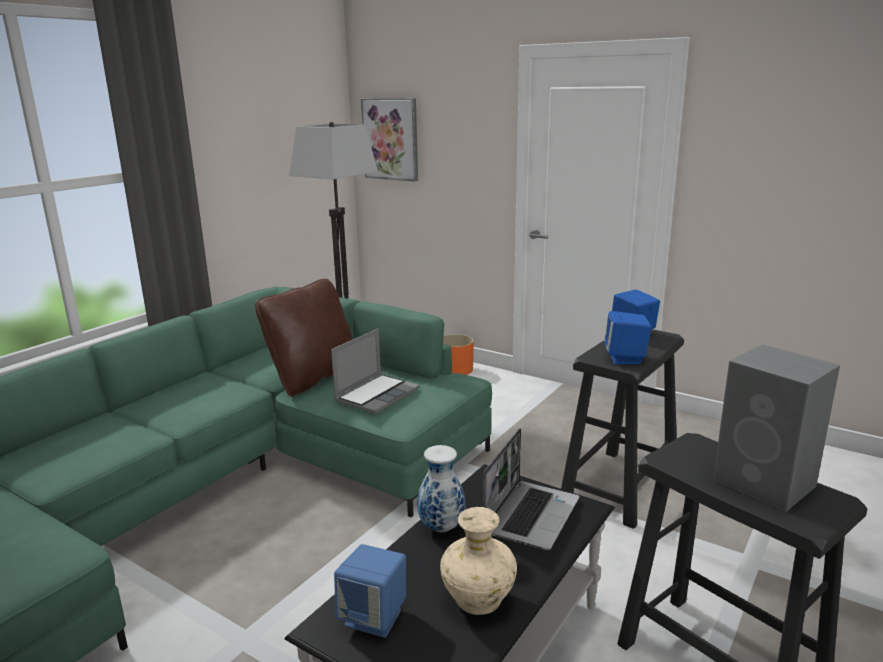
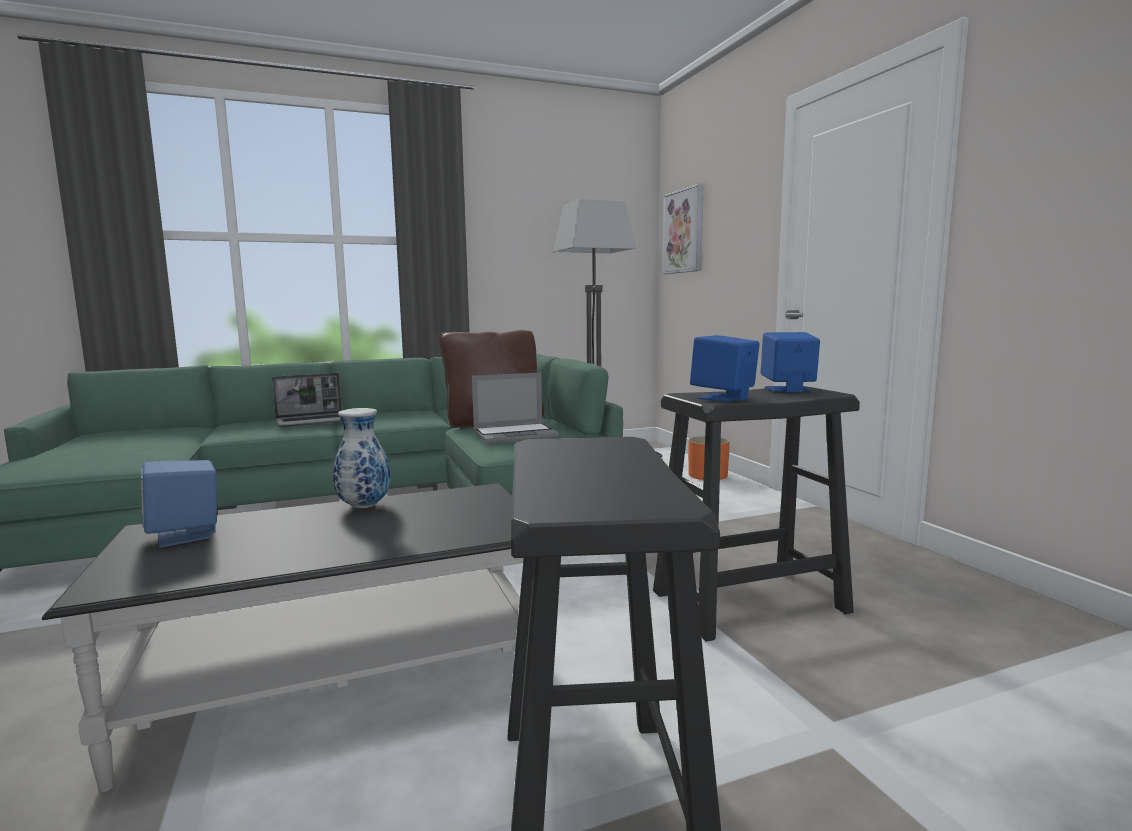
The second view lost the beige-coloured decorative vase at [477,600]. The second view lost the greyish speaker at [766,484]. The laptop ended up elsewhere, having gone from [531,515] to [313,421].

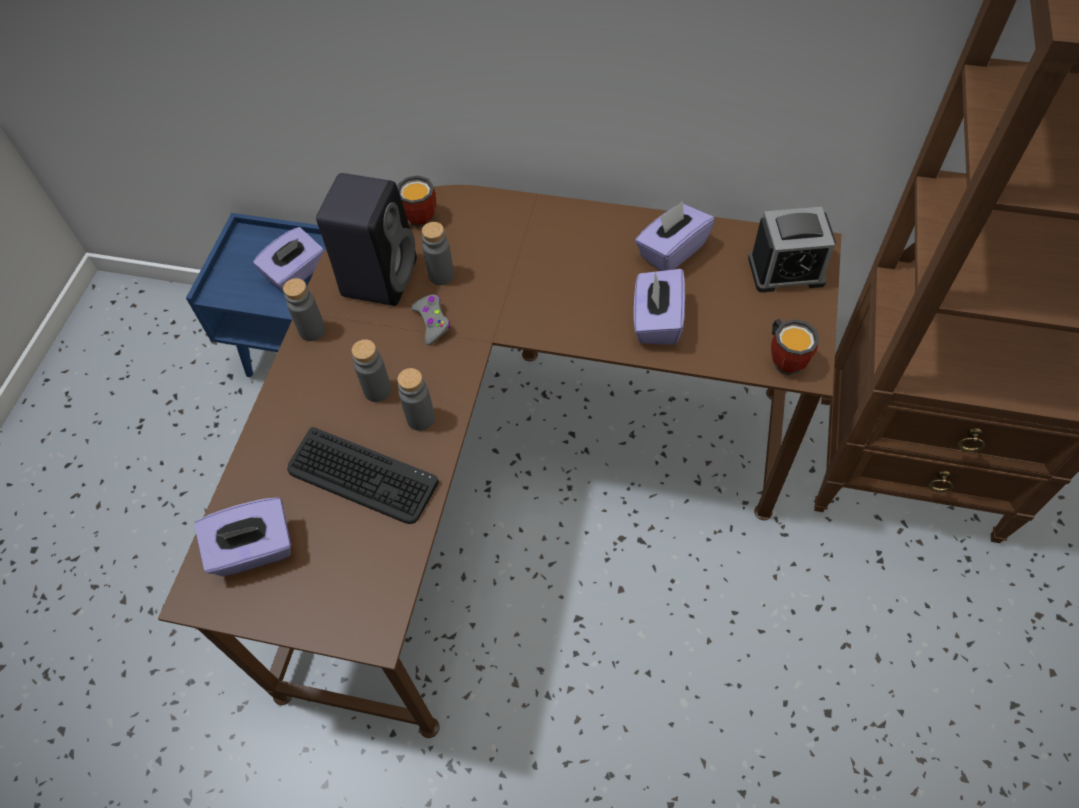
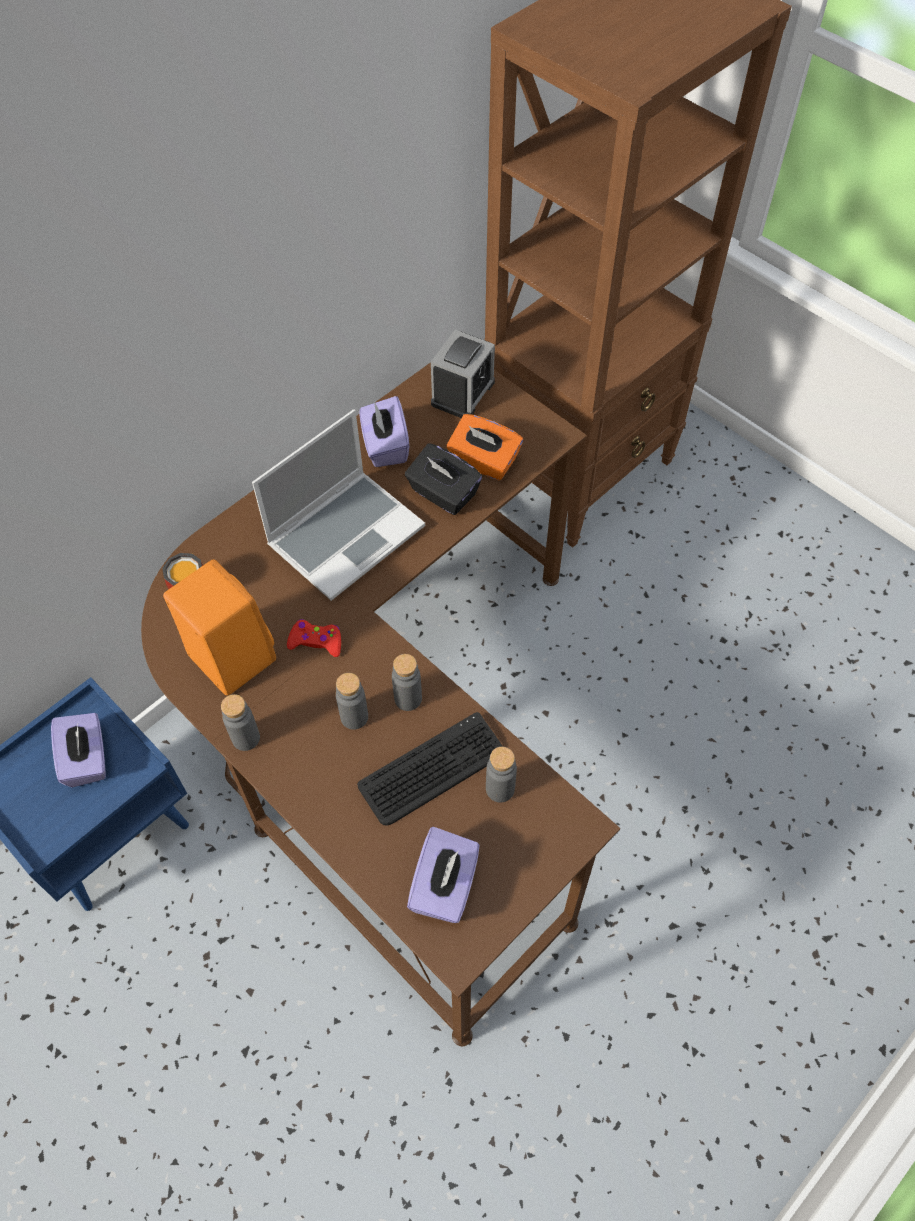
The second view lost the coffee mug at [786,358]. The second view gained the laptop at [346,534]. The second view gained the orangey box of tissues at [483,462]. The greyish beverage bottle ended up elsewhere, having gone from [441,275] to [500,789]. What was the black speaker at [379,275] turned into the orangey speaker at [229,656]. What was the greyish joypad at [432,322] turned into the reddish joypad at [316,641]. What was the purplish box of tissues at [656,321] turned into the black box of tissues at [443,494].

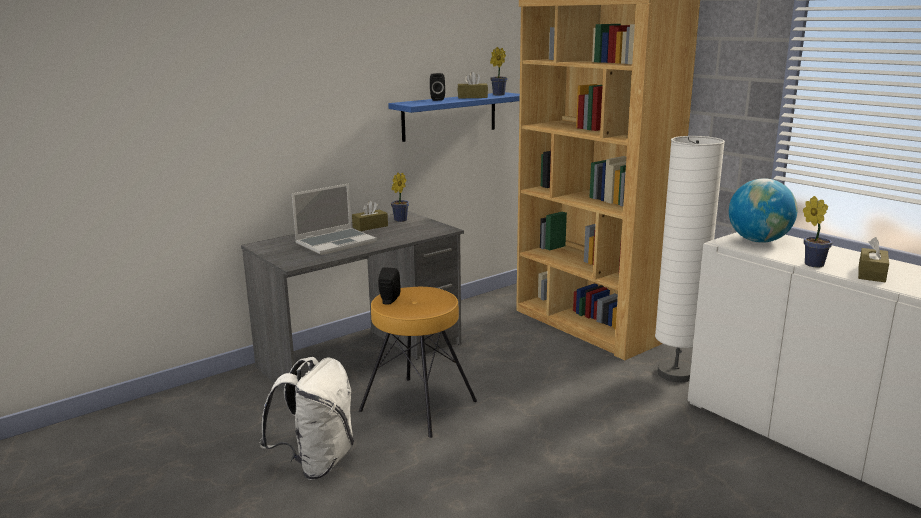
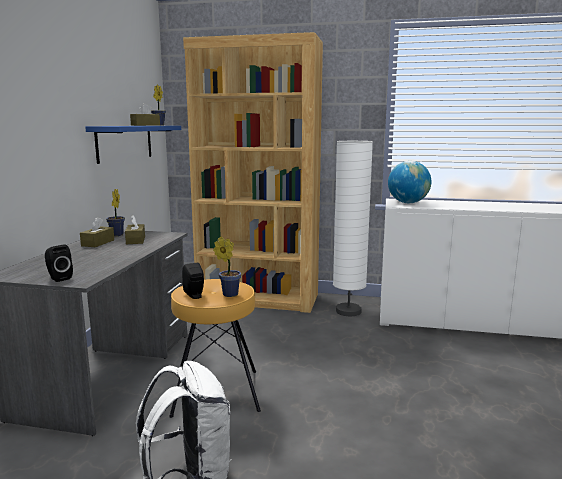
The second view lost the laptop at [336,242]. The black speaker ended up elsewhere, having gone from [437,99] to [58,278]. The plant in a pot ended up elsewhere, having gone from [812,264] to [228,294]. The brown box of tissues ended up elsewhere, having gone from [871,273] to [135,240].

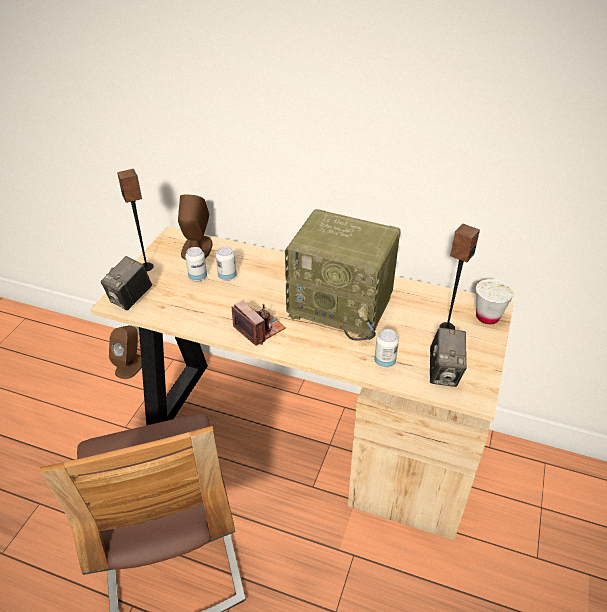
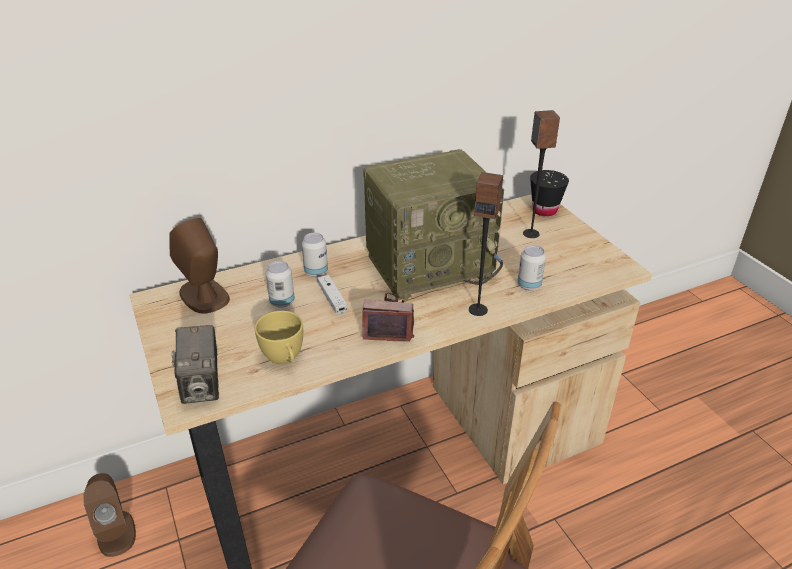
The second view lost the still camera at [444,373]. The second view gained the yellow-coloured cup at [284,359]. The second view gained the white joypad at [332,299]. The speaker ended up elsewhere, having gone from [147,267] to [478,309]. The can ended up elsewhere, having gone from [198,277] to [316,272]. What was the white cup at [487,317] turned into the black cup at [544,210].

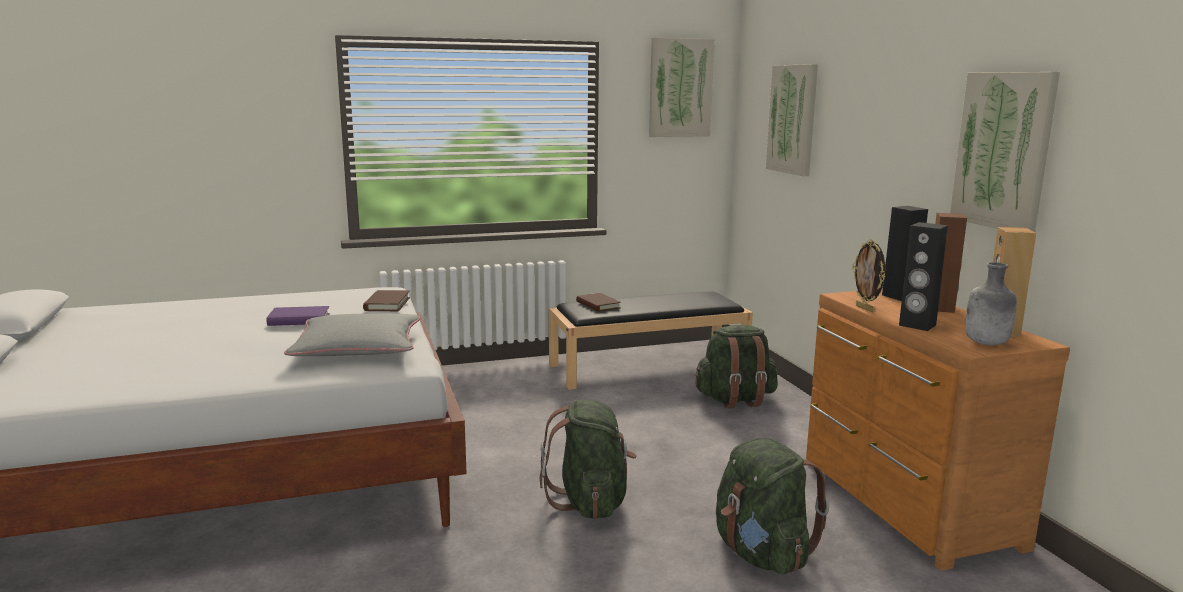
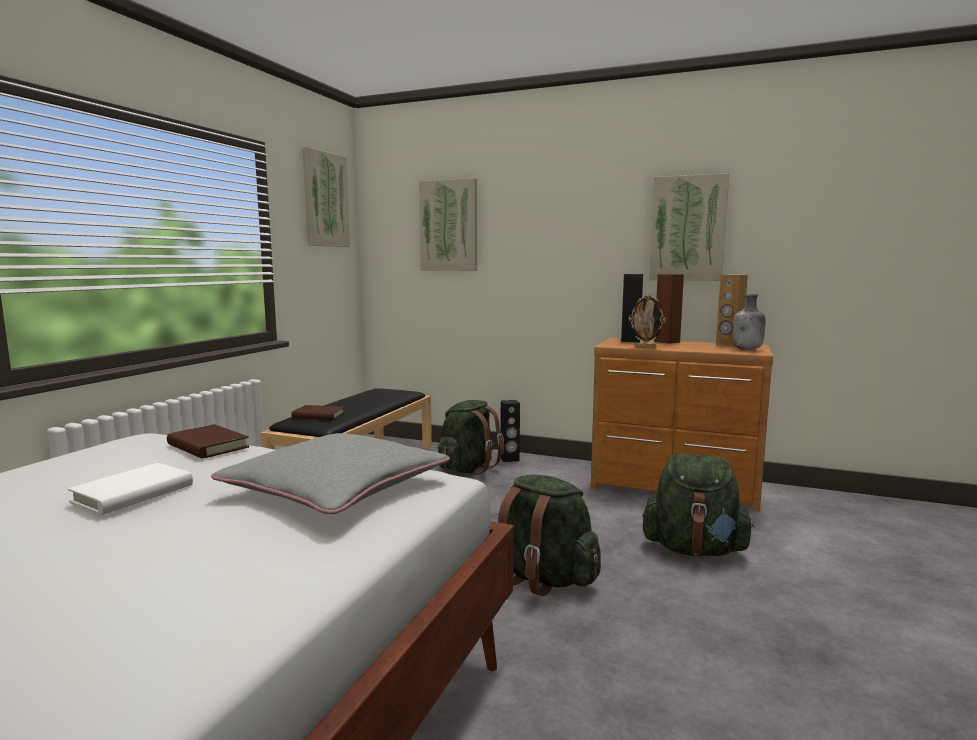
The black speaker ended up elsewhere, having gone from [917,325] to [509,459]. What was the purplish bound book at [299,320] turned into the white bound book at [133,494].

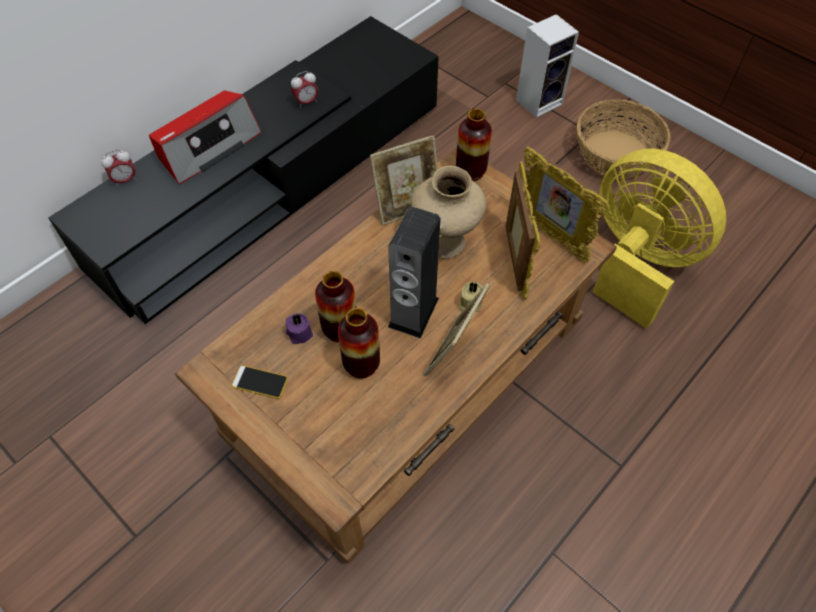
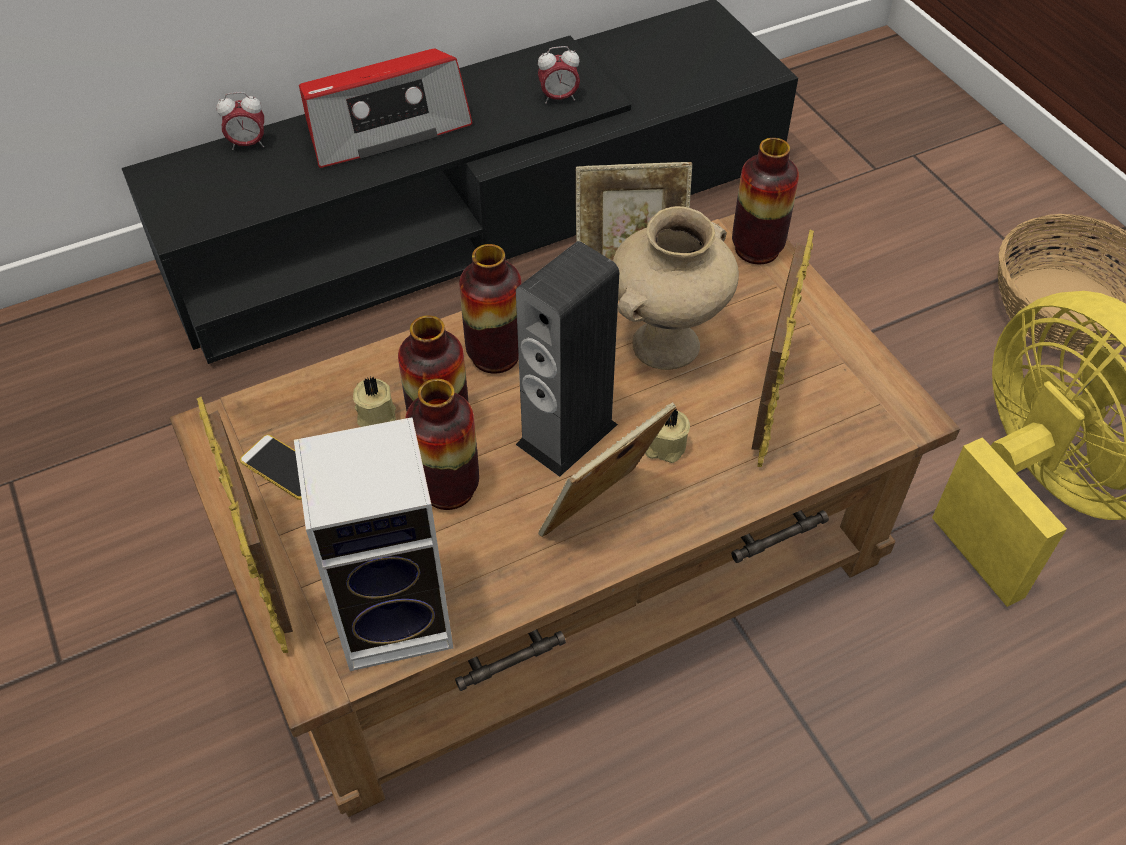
The second view gained the decorative vase at [495,355]. The speaker ended up elsewhere, having gone from [539,101] to [399,615]. The picture frame ended up elsewhere, having gone from [551,235] to [266,575]. What was the purplish wax candle at [299,333] turned into the beige-coloured wax candle at [375,414].

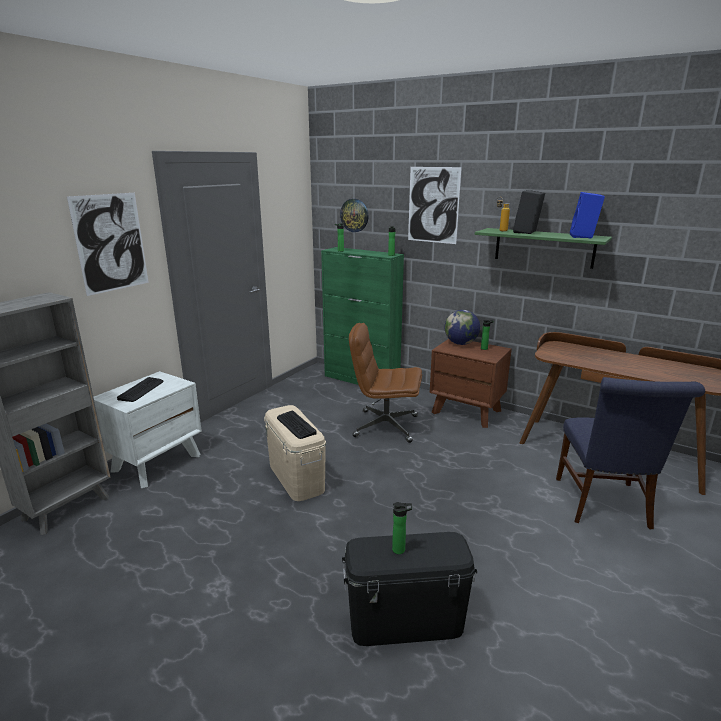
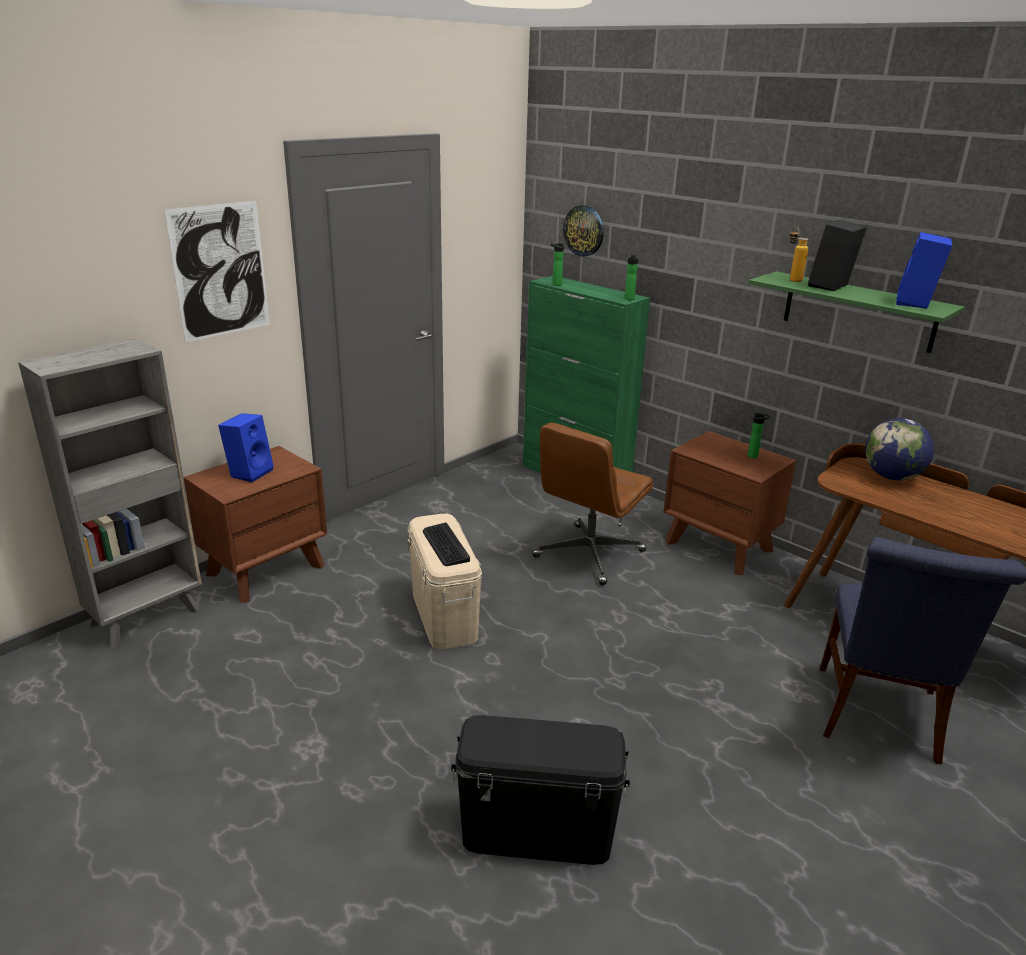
The second view lost the beverage bottle at [400,550]. The second view lost the picture at [433,205]. The globe ended up elsewhere, having gone from [461,343] to [891,477]. Where the computer keyboard stood at [141,390], the bluish speaker came to stand at [250,472]. What was the white nightstand at [157,462] turned into the brown nightstand at [266,569]. The brown computer chair at [385,426] ended up facing another way, 75 degrees counterclockwise from before.

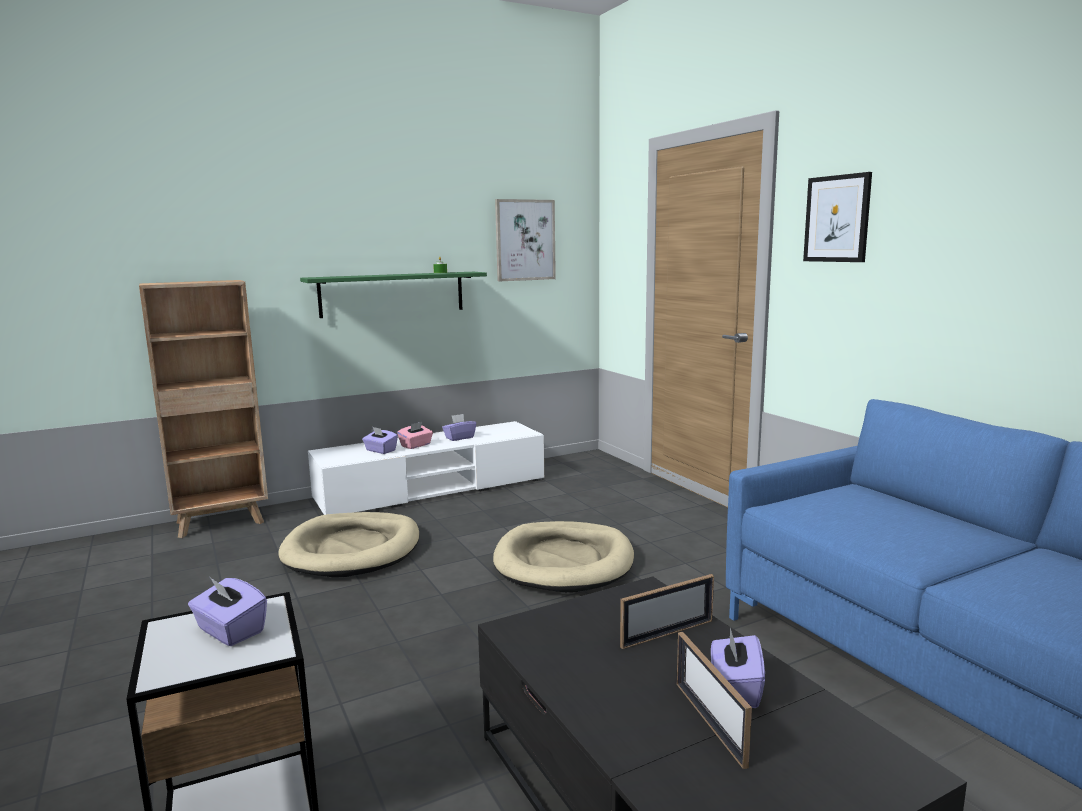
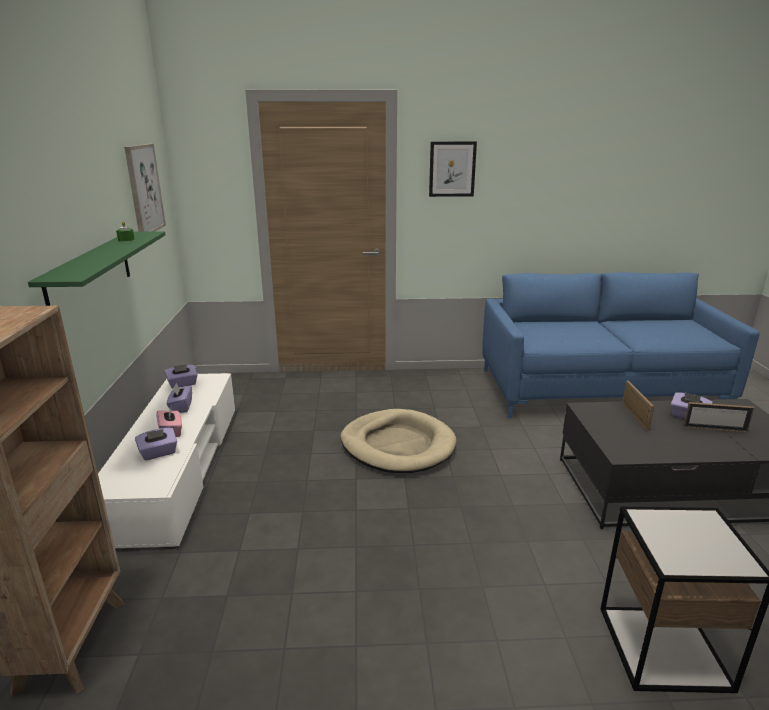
The second view lost the beige-coloured pet bed at [352,549]. The purplish box of tissues ended up elsewhere, having gone from [230,631] to [182,384].

